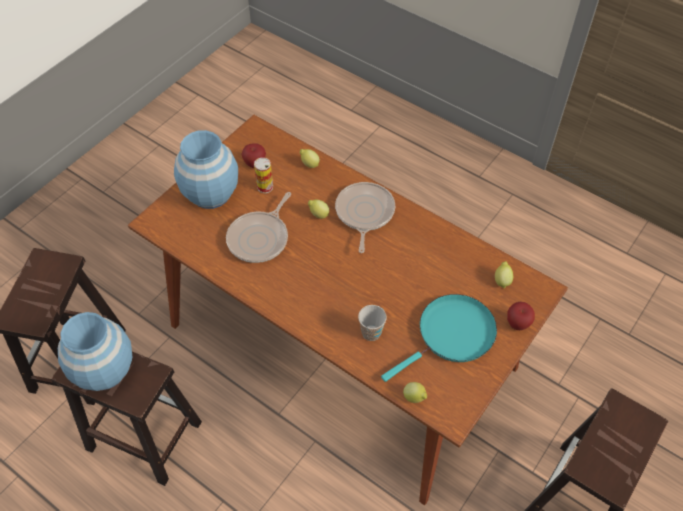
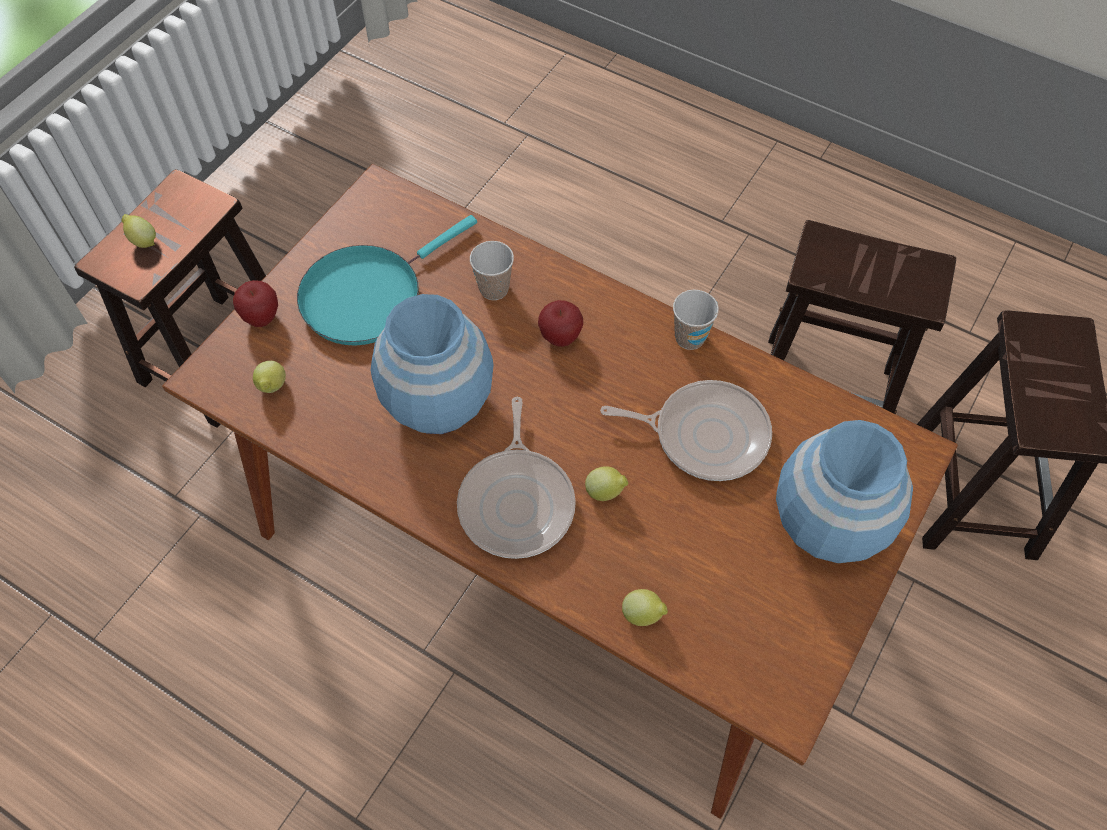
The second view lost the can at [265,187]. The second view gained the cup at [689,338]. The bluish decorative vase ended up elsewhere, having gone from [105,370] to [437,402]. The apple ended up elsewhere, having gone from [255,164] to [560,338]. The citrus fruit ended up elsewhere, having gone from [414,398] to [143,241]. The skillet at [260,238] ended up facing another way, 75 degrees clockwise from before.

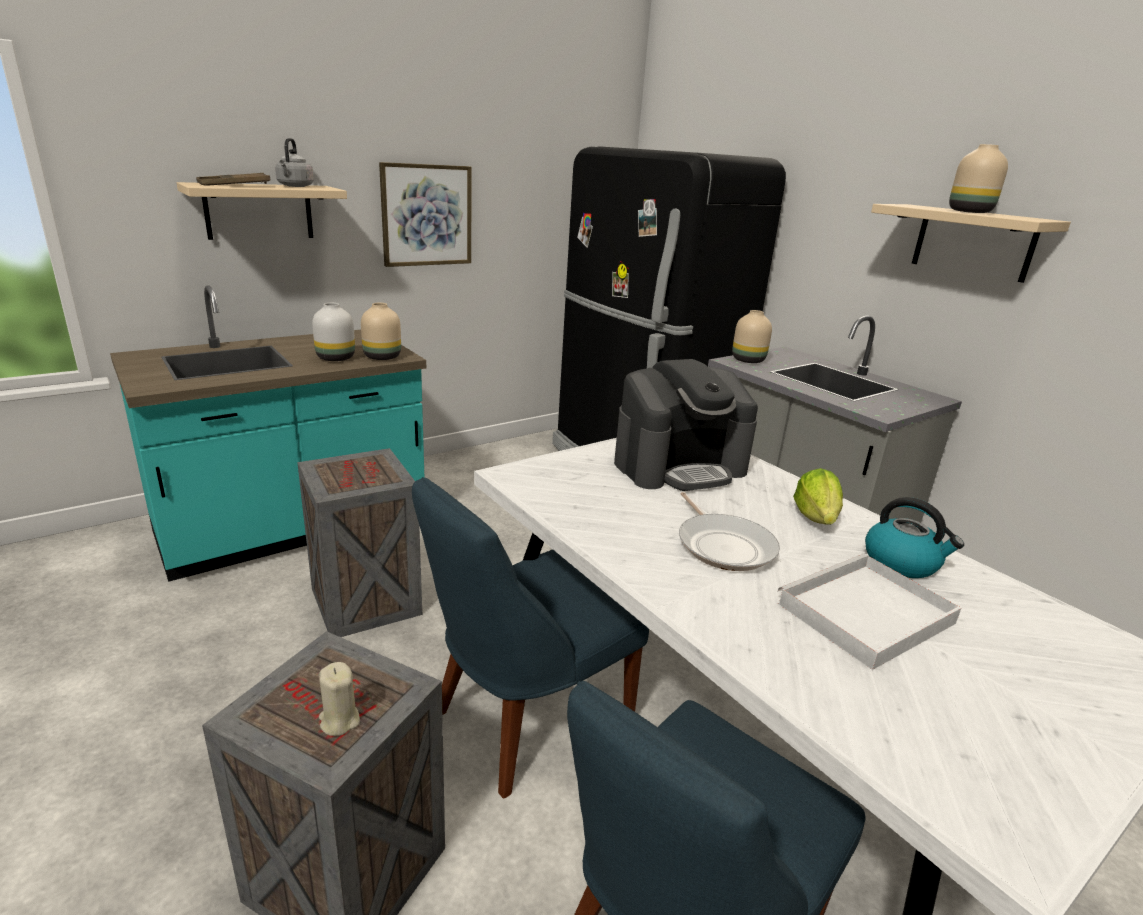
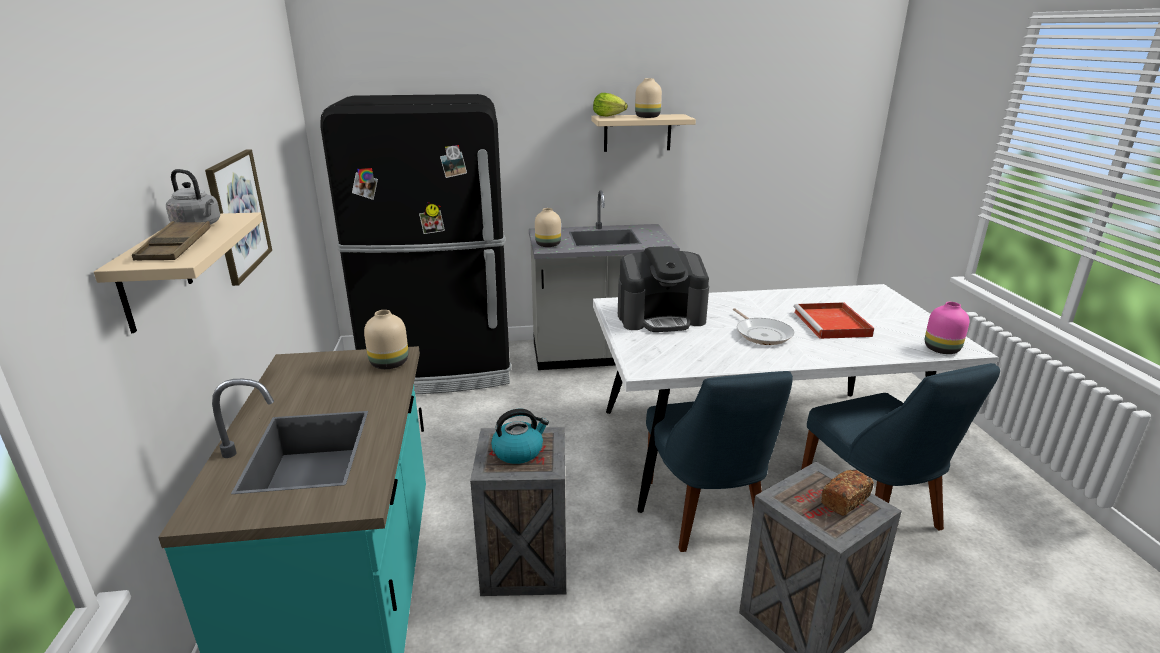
The second view lost the white decorative vase at [334,358]. The second view gained the pink decorative vase at [941,349]. The head of lettuce ended up elsewhere, having gone from [816,518] to [608,116]. The kettle ended up elsewhere, having gone from [902,562] to [518,451]. Where the beige-coloured wax candle stood at [339,720], the bakery bread came to stand at [845,500]. What was the white carrying tray at [864,615] turned into the reddish carrying tray at [832,324]. The coffee brewer at [679,466] ended up facing another way, 75 degrees clockwise from before. The skillet at [723,545] ended up facing another way, 60 degrees clockwise from before.

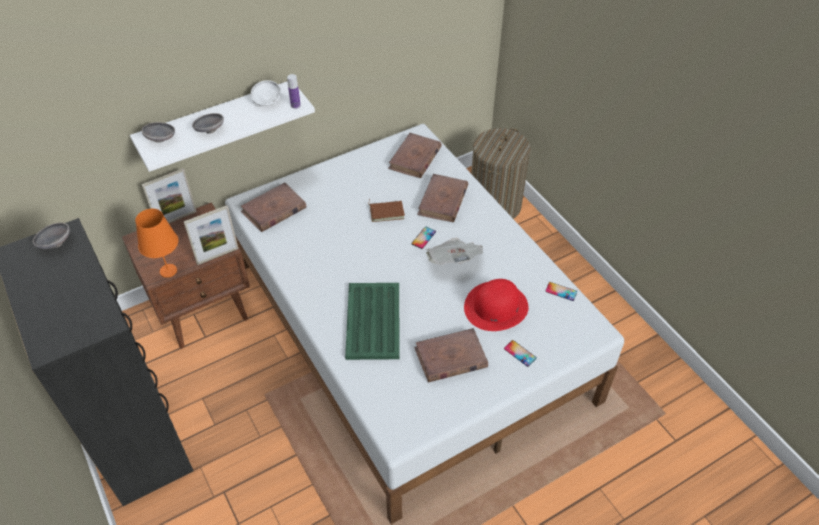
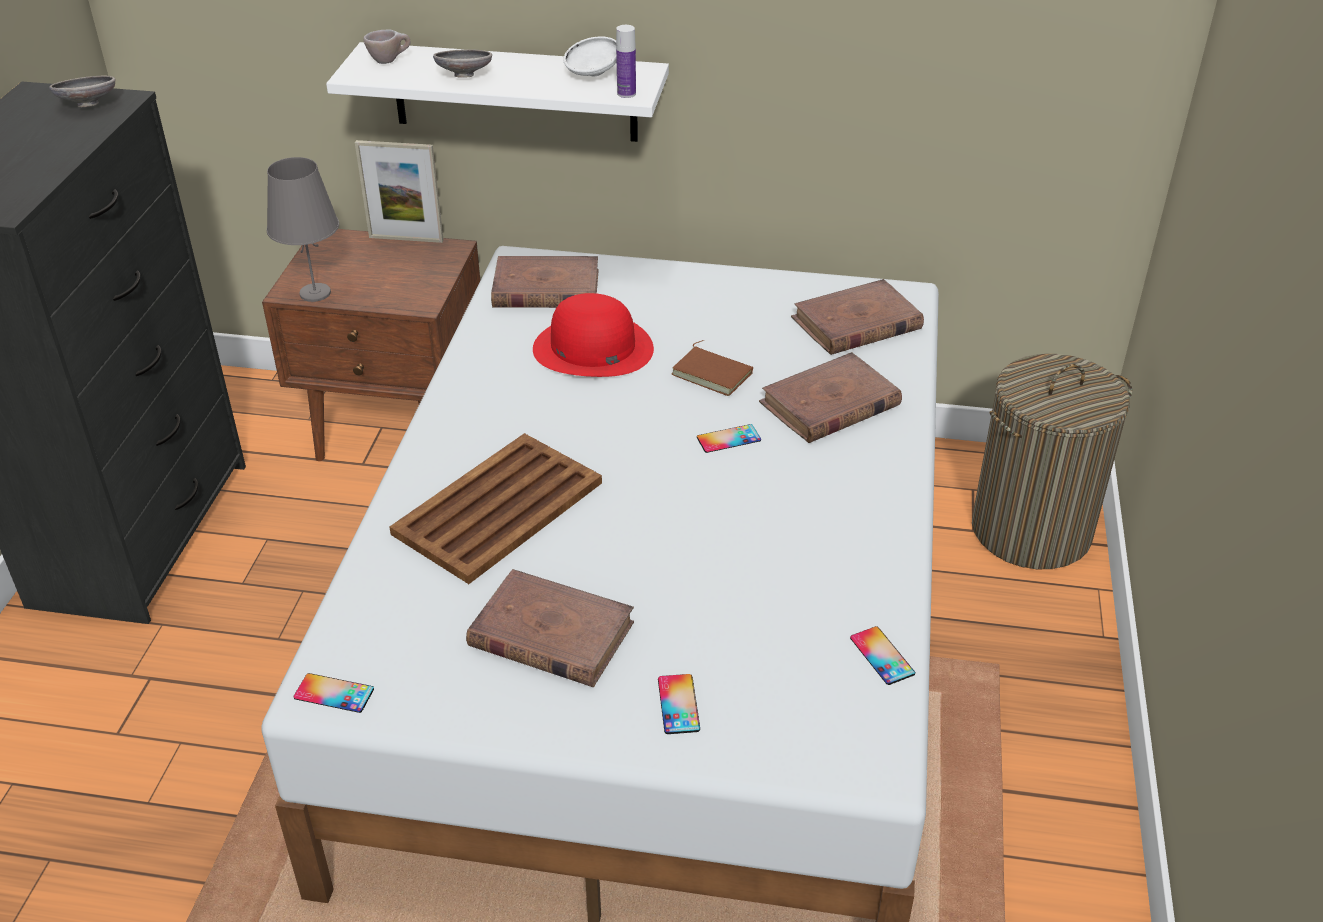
The second view lost the picture frame at [217,255]. The second view lost the newspaper at [453,261]. The second view gained the handset at [334,693]. The reddish hat ended up elsewhere, having gone from [496,307] to [592,348]. Where the greyish deep dish stood at [161,139], the beige-coloured cup came to stand at [389,61]. What was the orangey tabletop lamp at [168,271] turned into the greyish tabletop lamp at [315,293]. What was the green-coloured carrying tray at [373,322] turned into the brown carrying tray at [496,509].

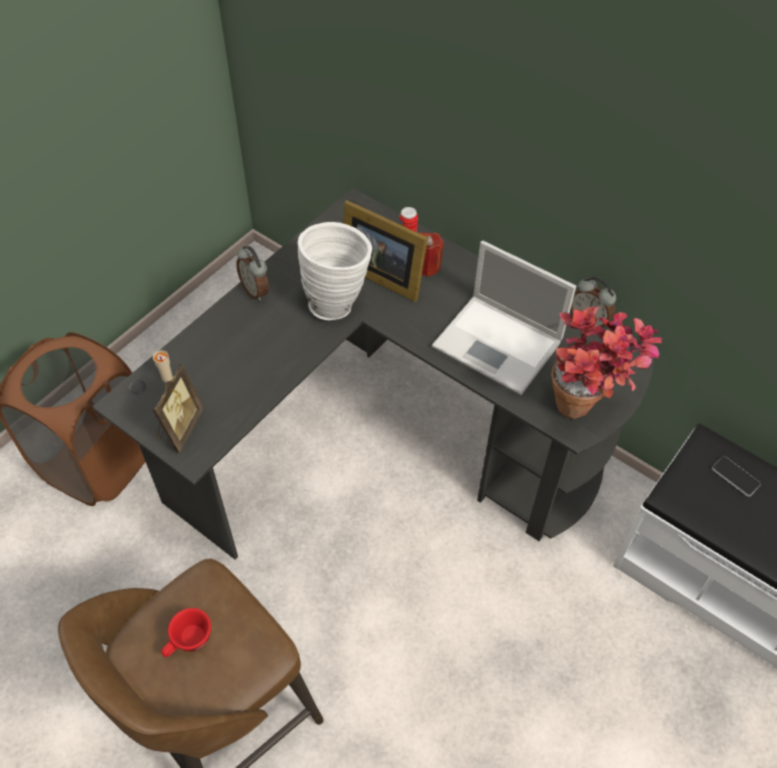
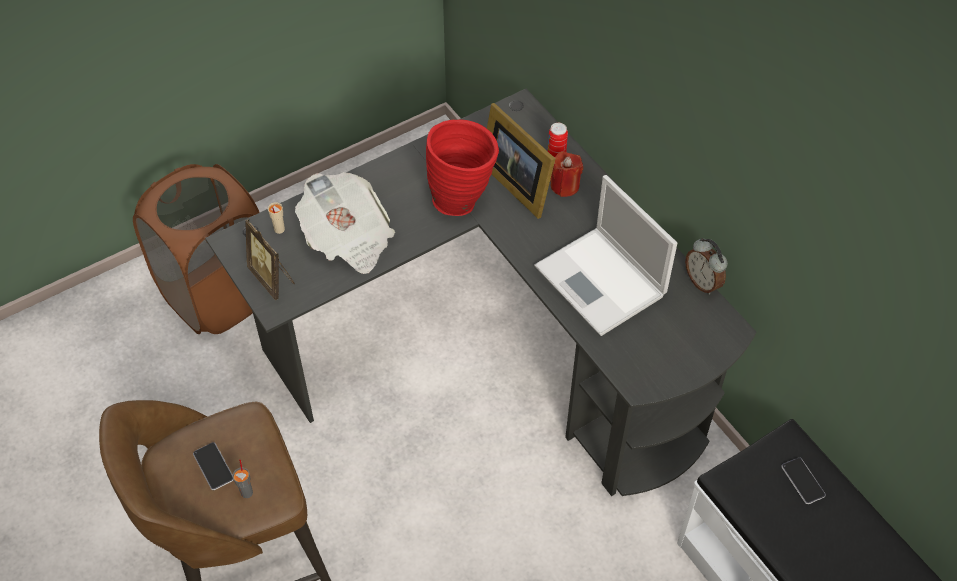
The second view lost the alarm clock at [256,290]. The second view lost the plant in a pot at [585,408]. The second view gained the greyish cup at [247,492]. The second view gained the newspaper at [348,239]. Where the reddish cup stood at [189,642], the handset came to stand at [213,466]. What was the white decorative vase at [337,302] turned into the reddish decorative vase at [463,199]. The picture frame at [179,428] ended up facing another way, 105 degrees clockwise from before.

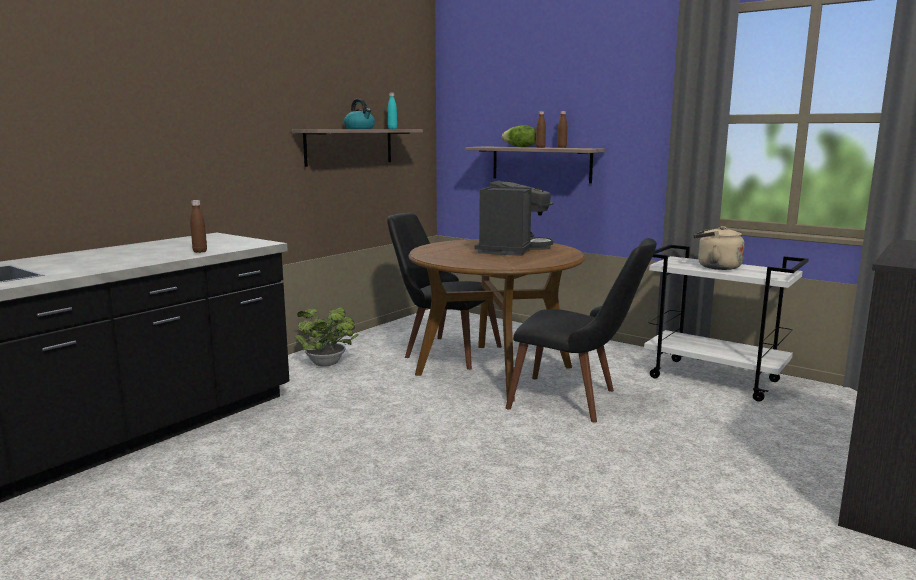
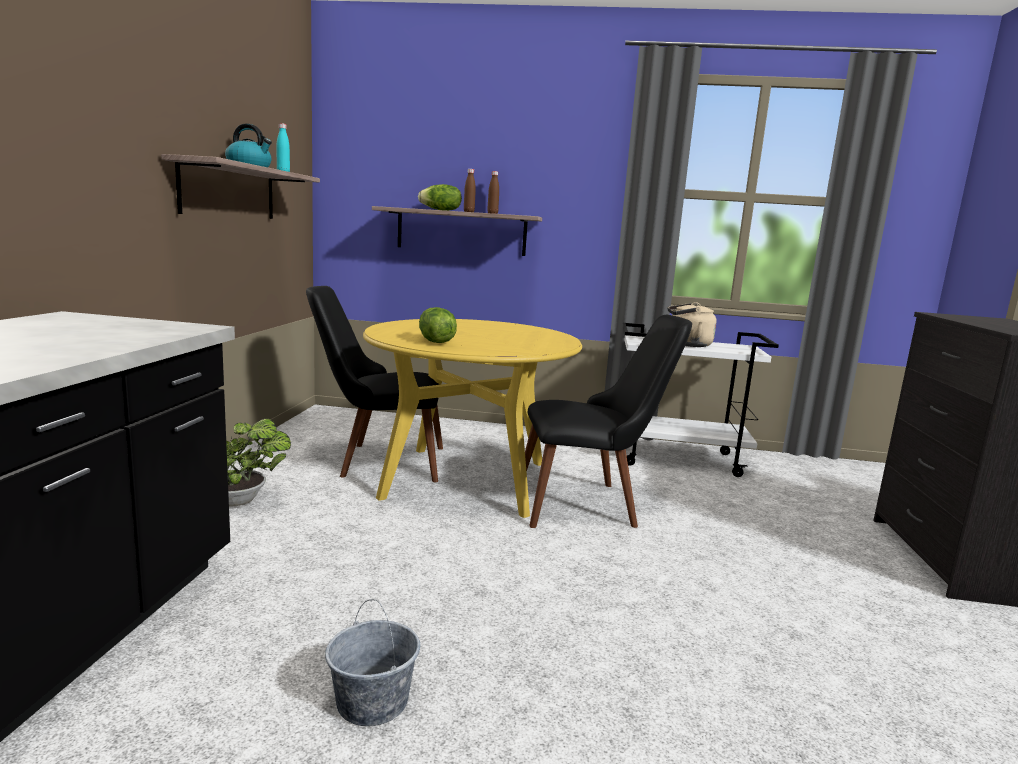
The second view lost the brown beverage bottle at [200,251]. The second view lost the coffee brewer at [512,249]. The second view gained the greyish pail at [372,701]. The second view gained the head of lettuce at [435,341]. What was the brown dinner table at [494,370] turned into the yellow-coloured dinner table at [466,479].

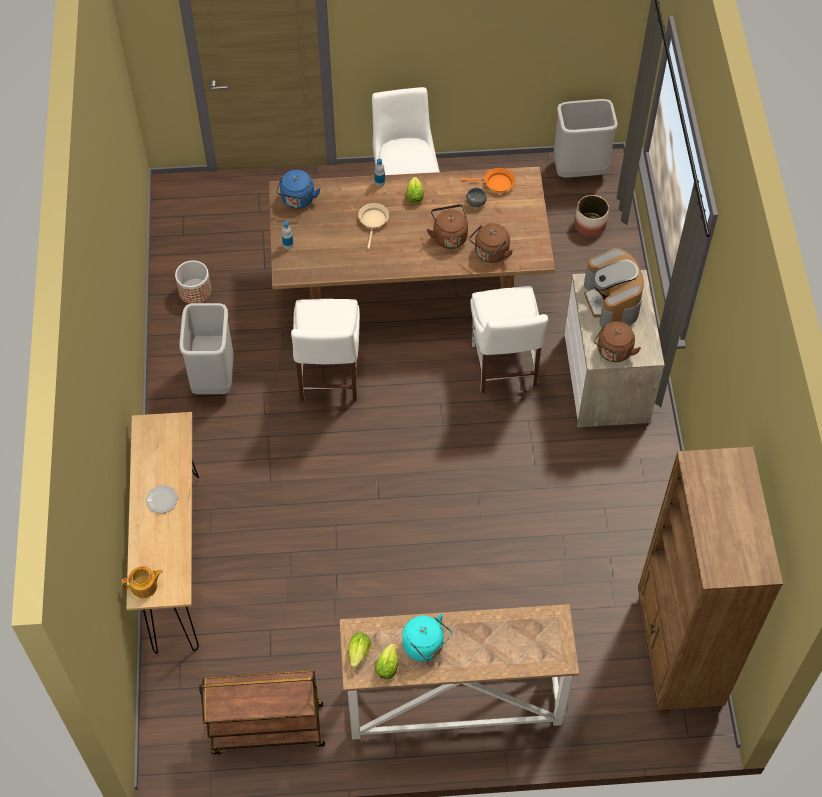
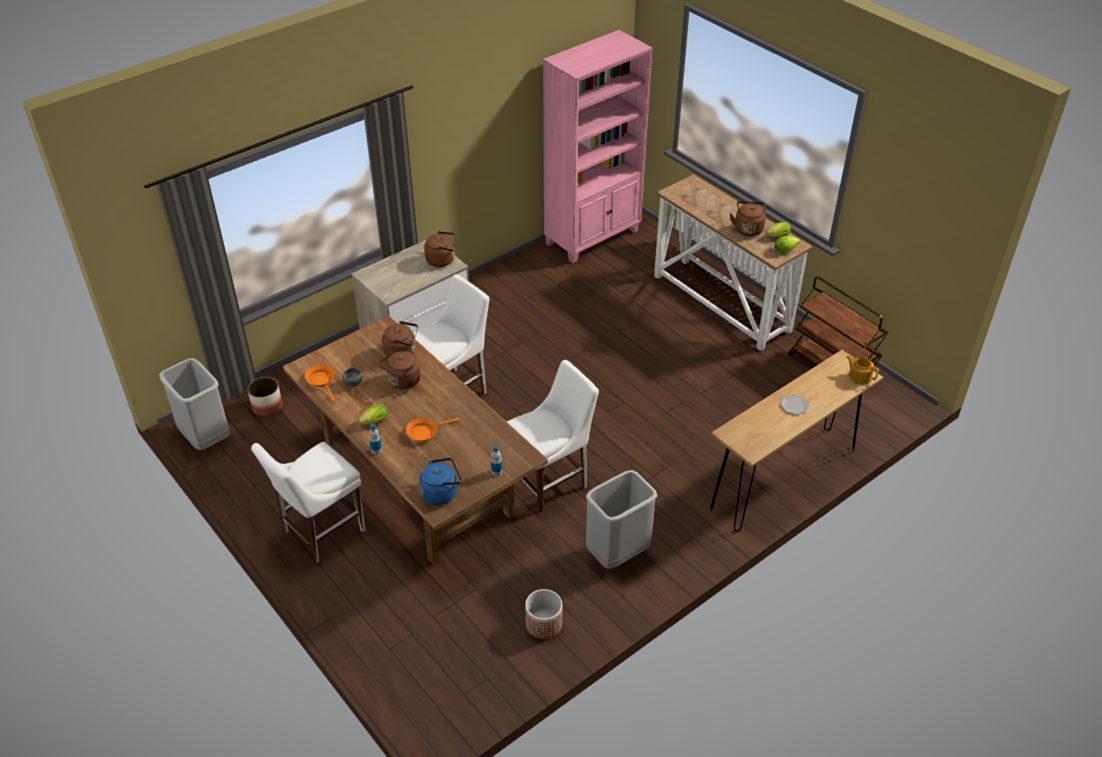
The second view lost the coffee brewer at [612,301]. What was the beige-coloured skillet at [373,221] turned into the orangey skillet at [424,432]. What was the turquoise kettle at [425,646] turned into the brown kettle at [748,228]. What was the brown shelving unit at [677,653] turned into the pink shelving unit at [593,237].

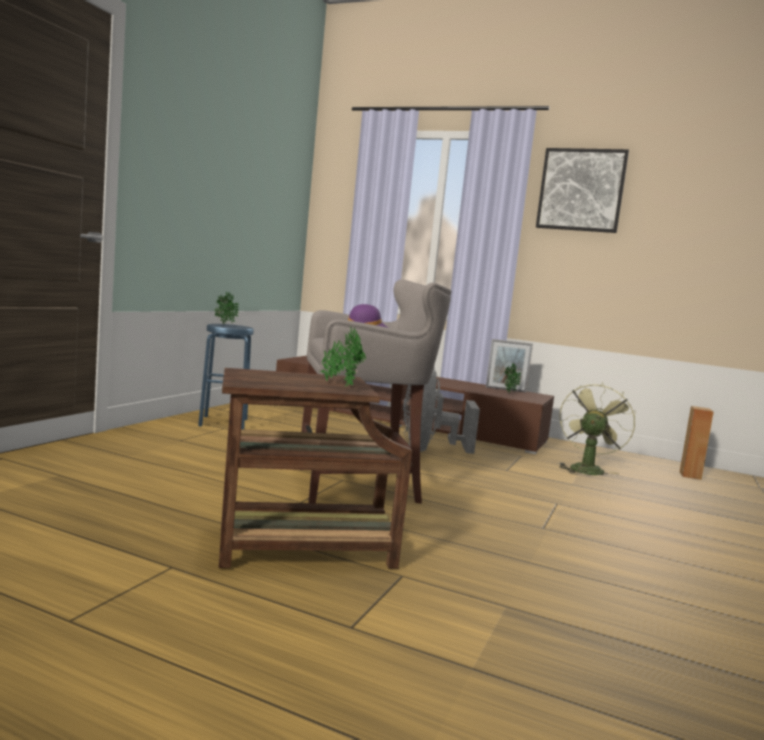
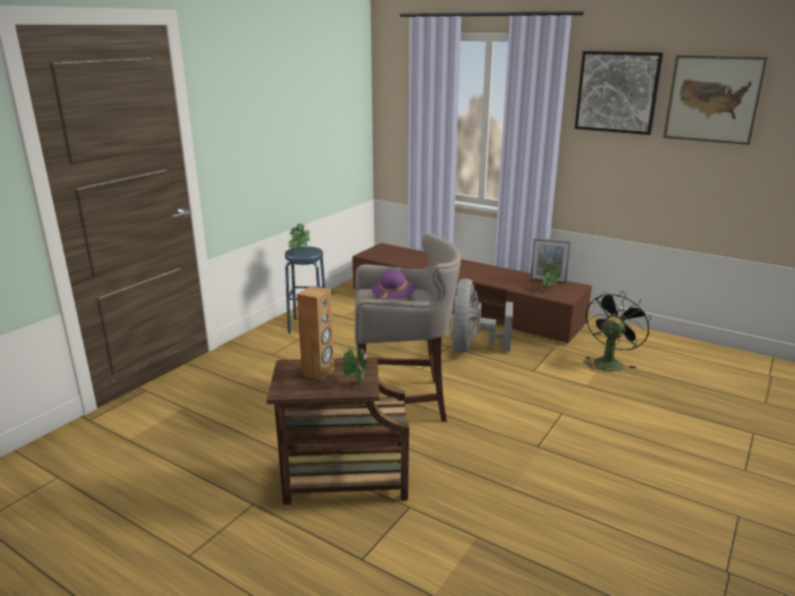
The second view gained the picture at [713,99]. The brown speaker ended up elsewhere, having gone from [690,475] to [318,372]. What was the green-coloured electric fan at [586,469] turned into the black electric fan at [608,362].

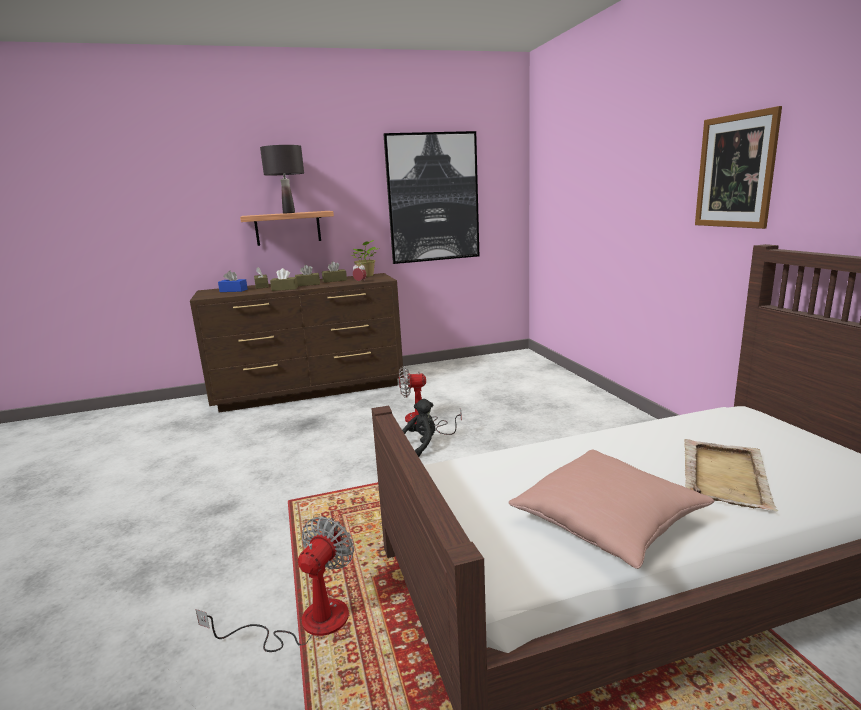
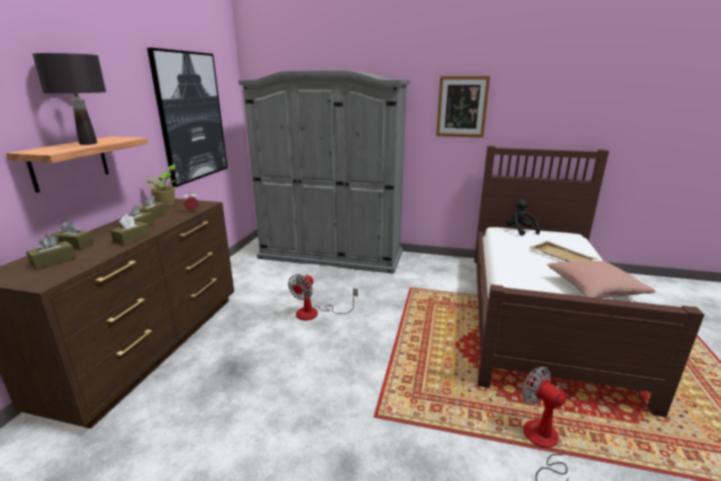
The second view gained the greyish wardrobe at [331,255]. The black plush toy ended up elsewhere, having gone from [420,445] to [520,231]. What was the bluish box of tissues at [233,290] turned into the brown box of tissues at [53,261].

